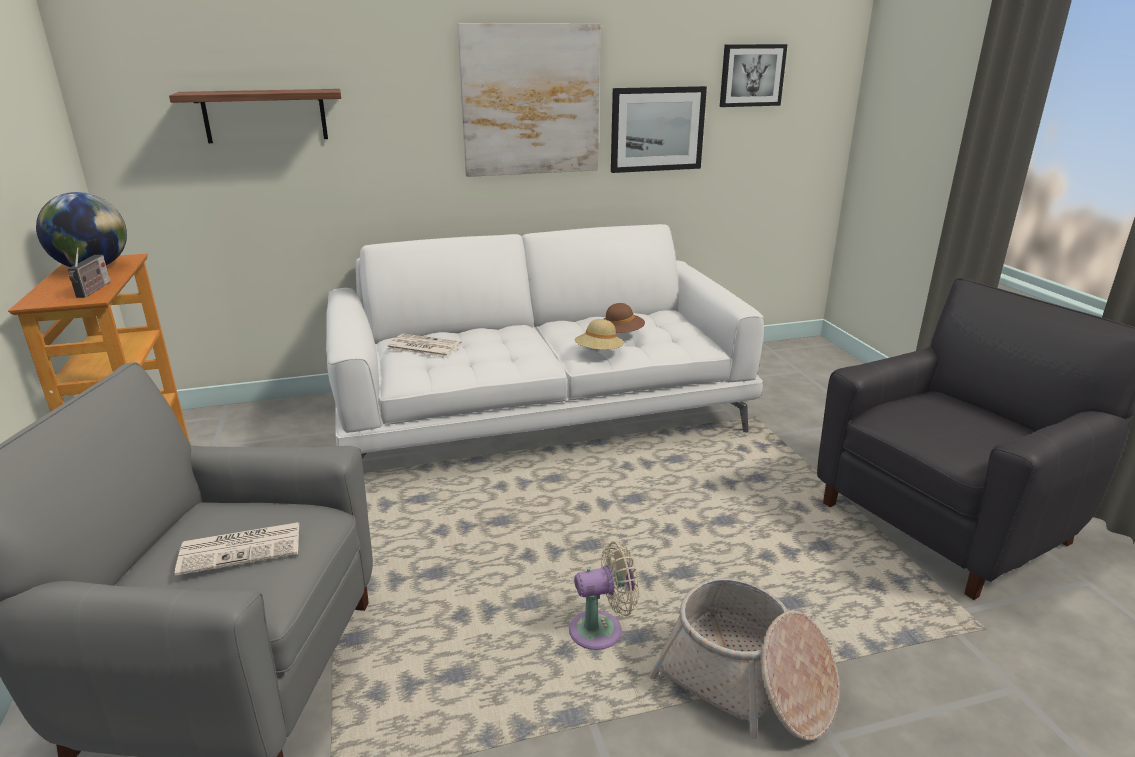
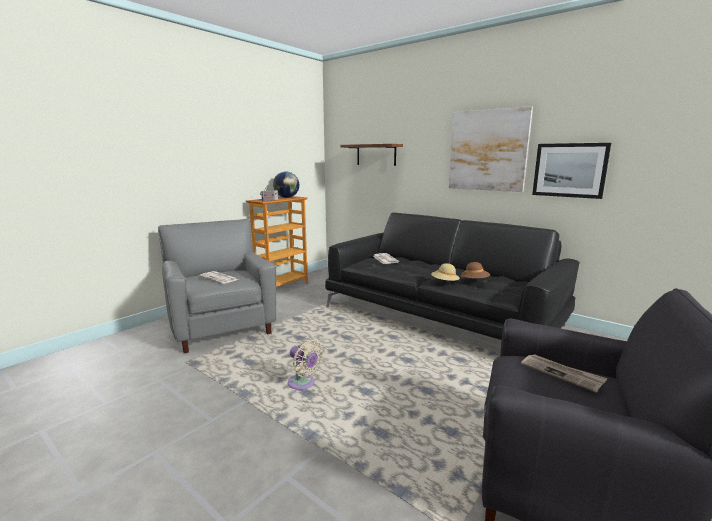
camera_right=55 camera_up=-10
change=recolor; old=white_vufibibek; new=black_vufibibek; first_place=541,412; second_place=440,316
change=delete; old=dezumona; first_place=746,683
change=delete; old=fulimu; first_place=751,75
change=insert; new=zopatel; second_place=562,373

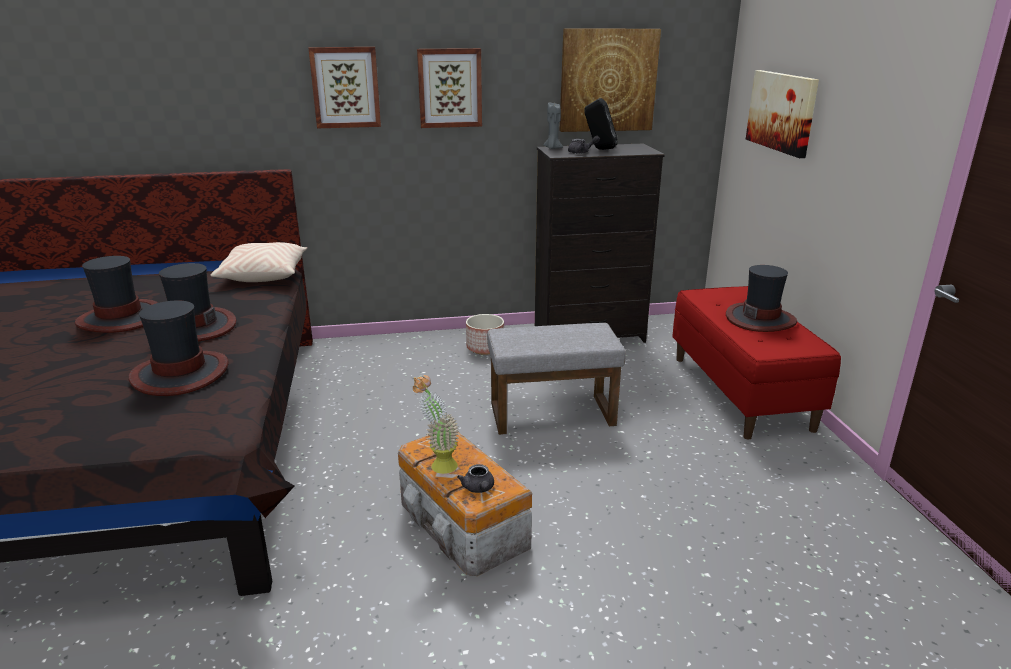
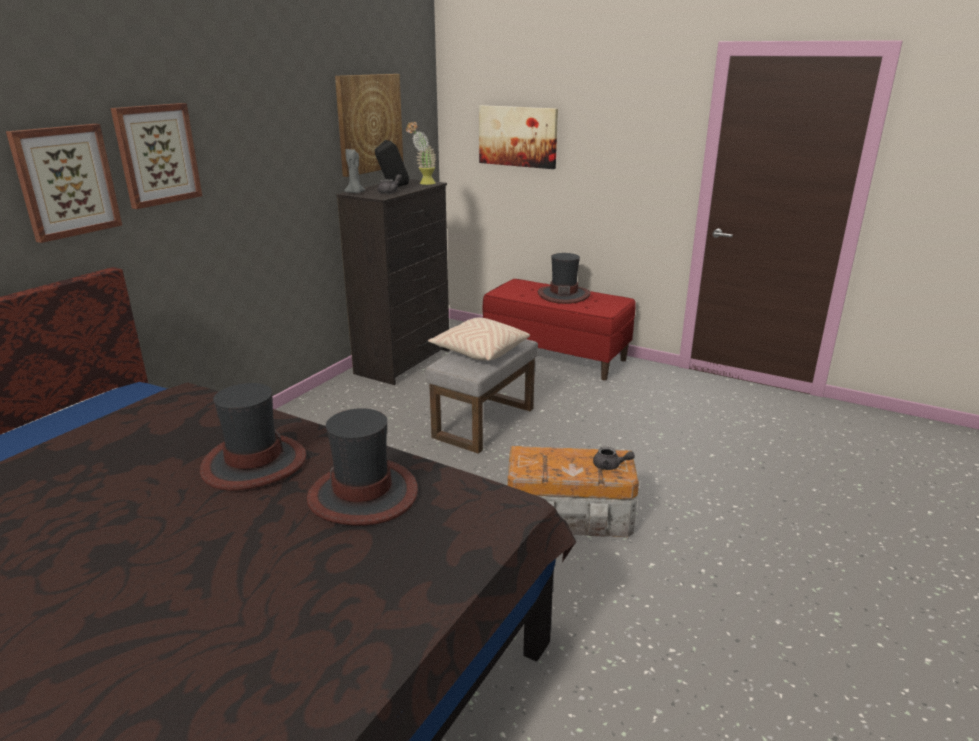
camera_right=-50 camera_up=0
change=delete; old=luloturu; first_place=120,318
change=move; old=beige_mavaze; first_place=263,275; second_place=479,352
change=move; old=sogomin; first_place=438,464; second_place=423,183
change=move; old=fulimu; first_place=450,88; second_place=65,181
change=delete; old=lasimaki; first_place=485,348

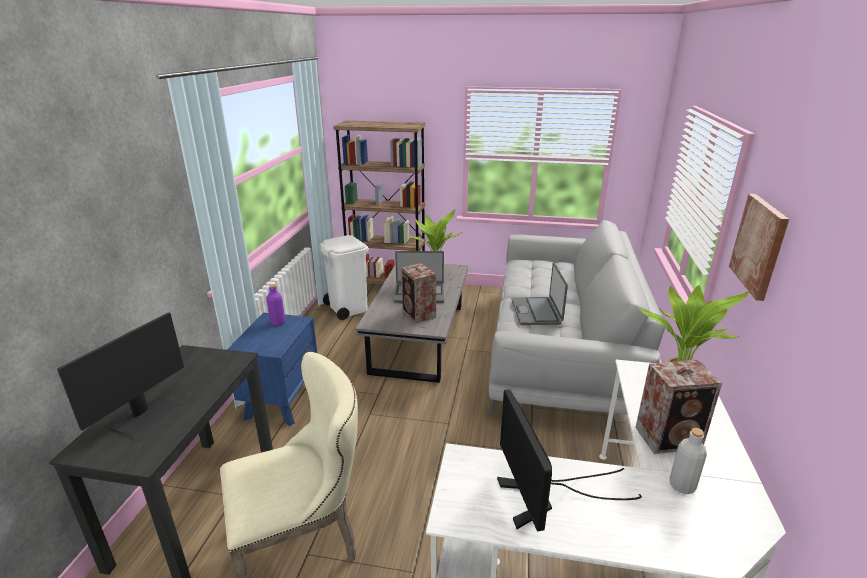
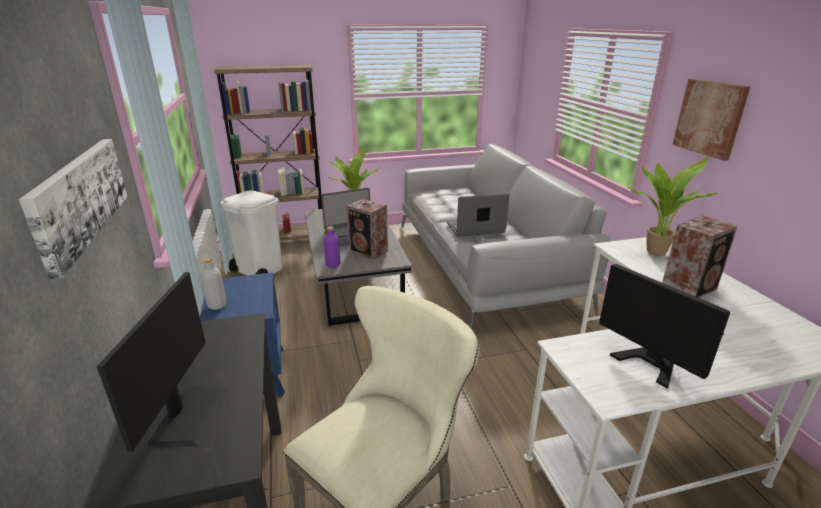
camera_right=-25 camera_up=0
change=move; old=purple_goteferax; first_place=278,322; second_place=333,265
change=rotate; old=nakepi; first_place=536,312; second_place=475,228; degrees=105
change=move; old=grey_goteferax; first_place=682,485; second_place=217,305
change=insert; new=fulimu; second_place=79,198

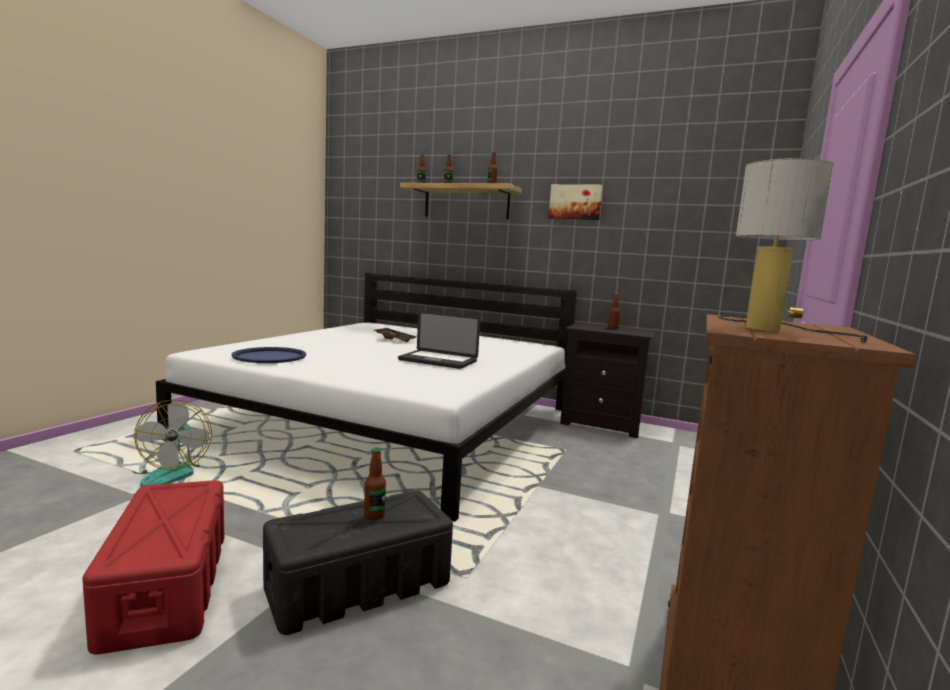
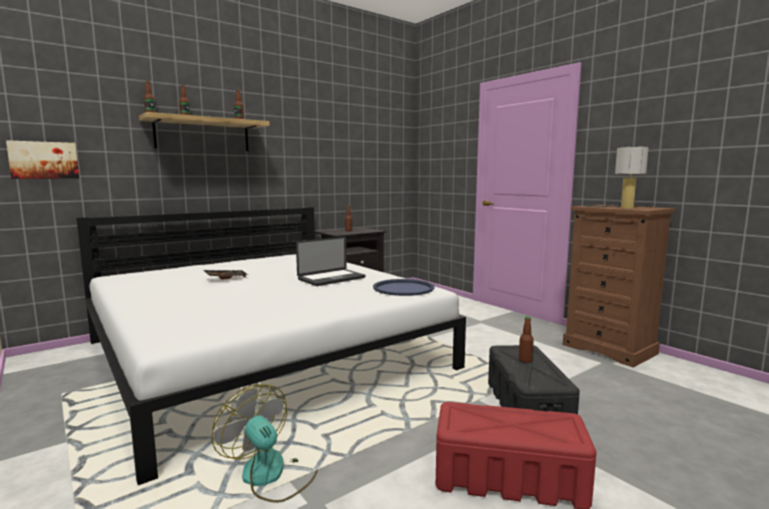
camera_right=-60 camera_up=0
change=rotate; old=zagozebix; first_place=172,473; second_place=271,476; degrees=-150
change=move; old=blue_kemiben; first_place=269,356; second_place=403,288
change=move; old=fulimu; first_place=575,202; second_place=44,160

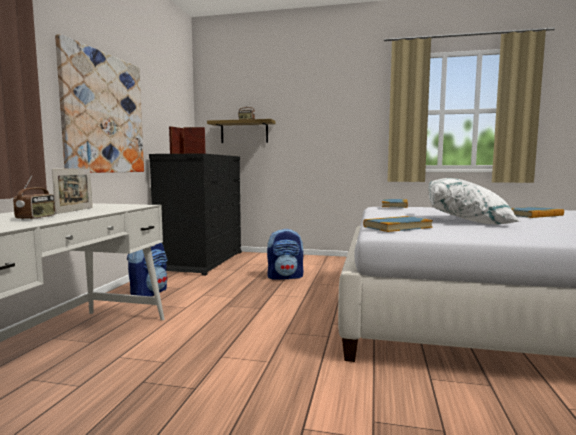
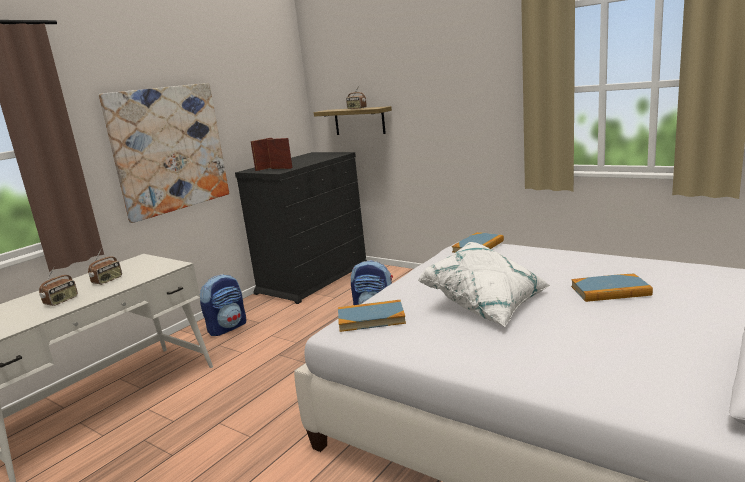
camera_right=25 camera_up=10
change=replace; old=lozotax; new=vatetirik; first_place=75,210; second_place=107,280

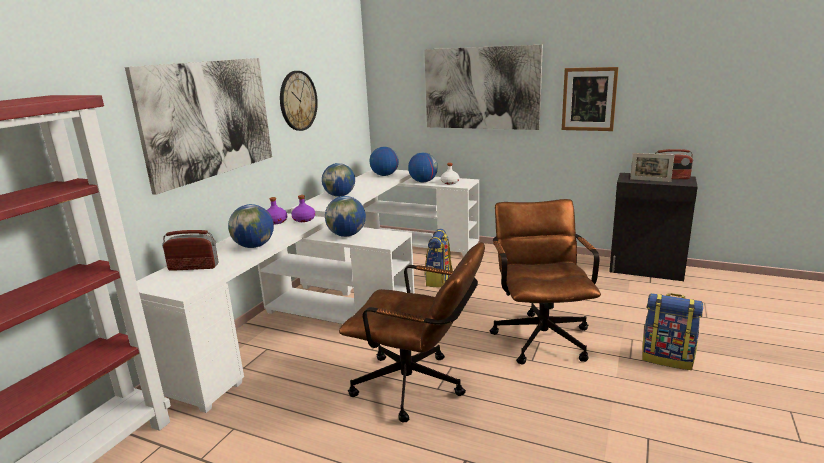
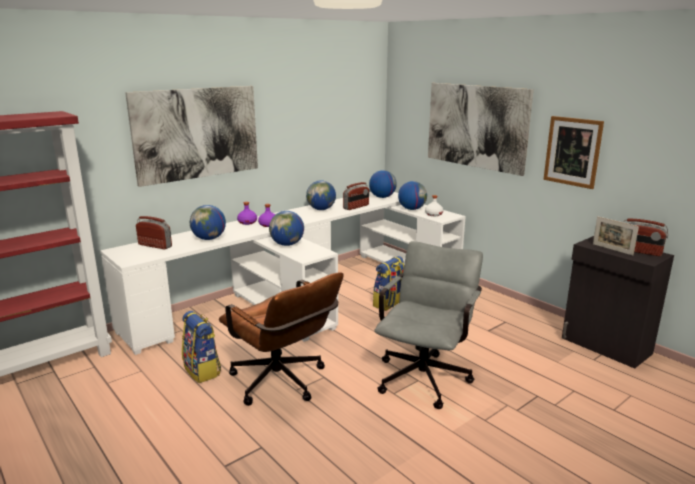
camera_right=25 camera_up=0
change=delete; old=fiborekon; first_place=298,101
change=recolor; old=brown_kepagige; new=grey_kepagige; first_place=540,334; second_place=425,375
change=move; old=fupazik; first_place=667,358; second_place=202,371
change=insert; new=vatetirik; second_place=356,207

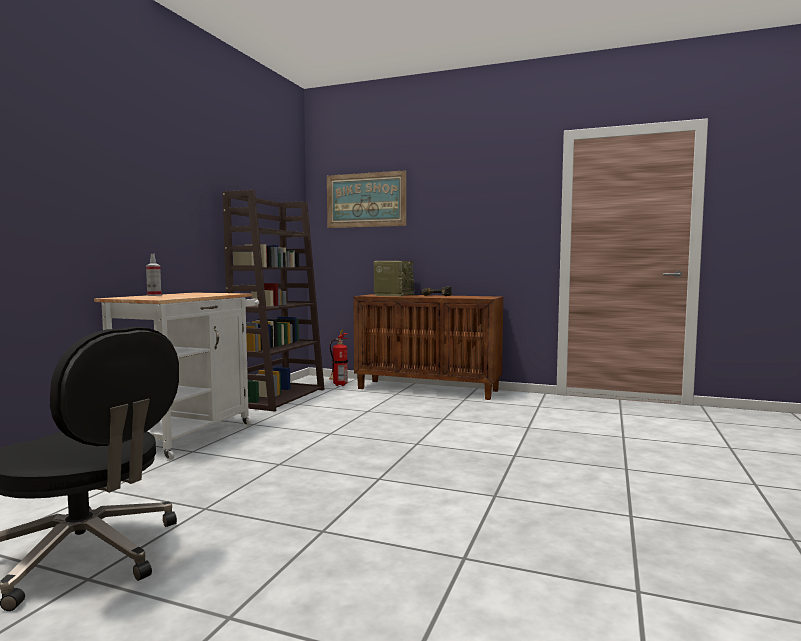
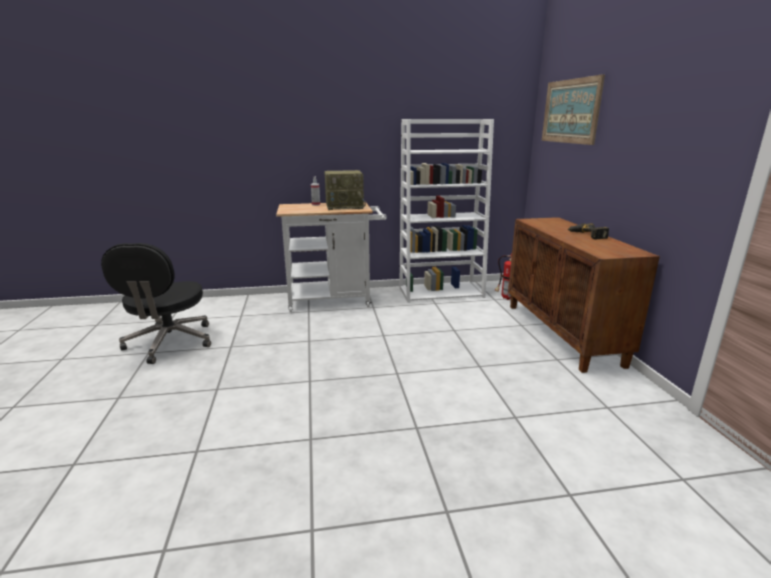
camera_right=60 camera_up=15
change=recolor; old=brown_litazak; new=white_litazak; first_place=279,397; second_place=441,292
change=move; old=vatetirik; first_place=393,295; second_place=345,206

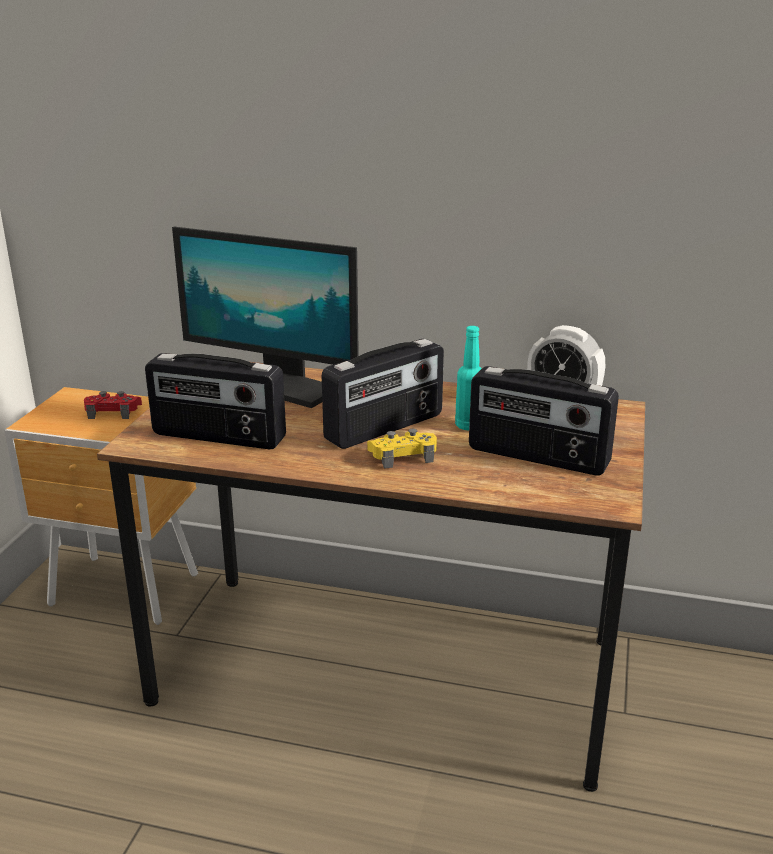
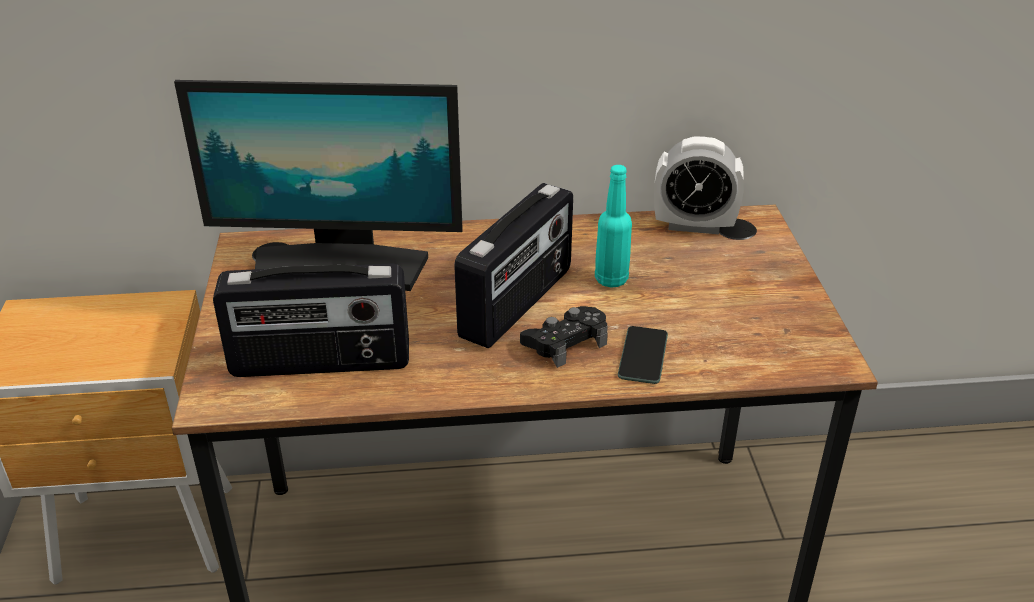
camera_right=-20 camera_up=10
change=delete; old=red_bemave; first_place=113,412
change=recolor; old=yellow_bemave; new=black_bemave; first_place=403,456; second_place=565,342
change=delete; old=vatetirik; first_place=537,457
change=insert; new=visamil; second_place=643,356

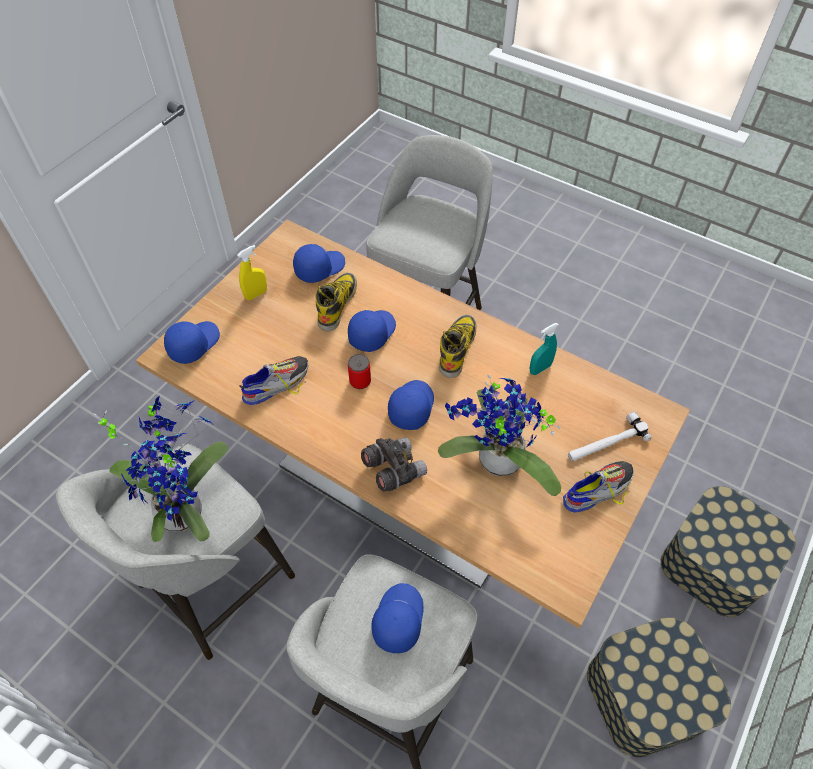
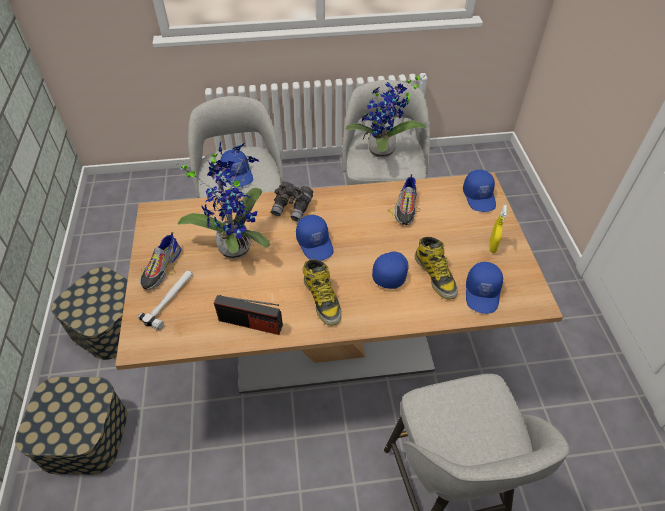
camera_right=140 camera_up=-5
change=rotate; old=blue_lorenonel; first_place=371,332; second_place=390,271; degrees=-150
change=delete; old=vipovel; first_place=360,381
change=replace; old=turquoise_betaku; new=vatetirik; first_place=540,368; second_place=251,323

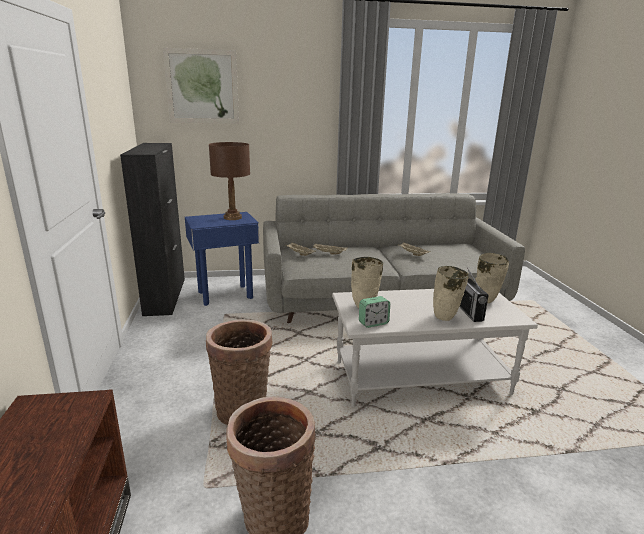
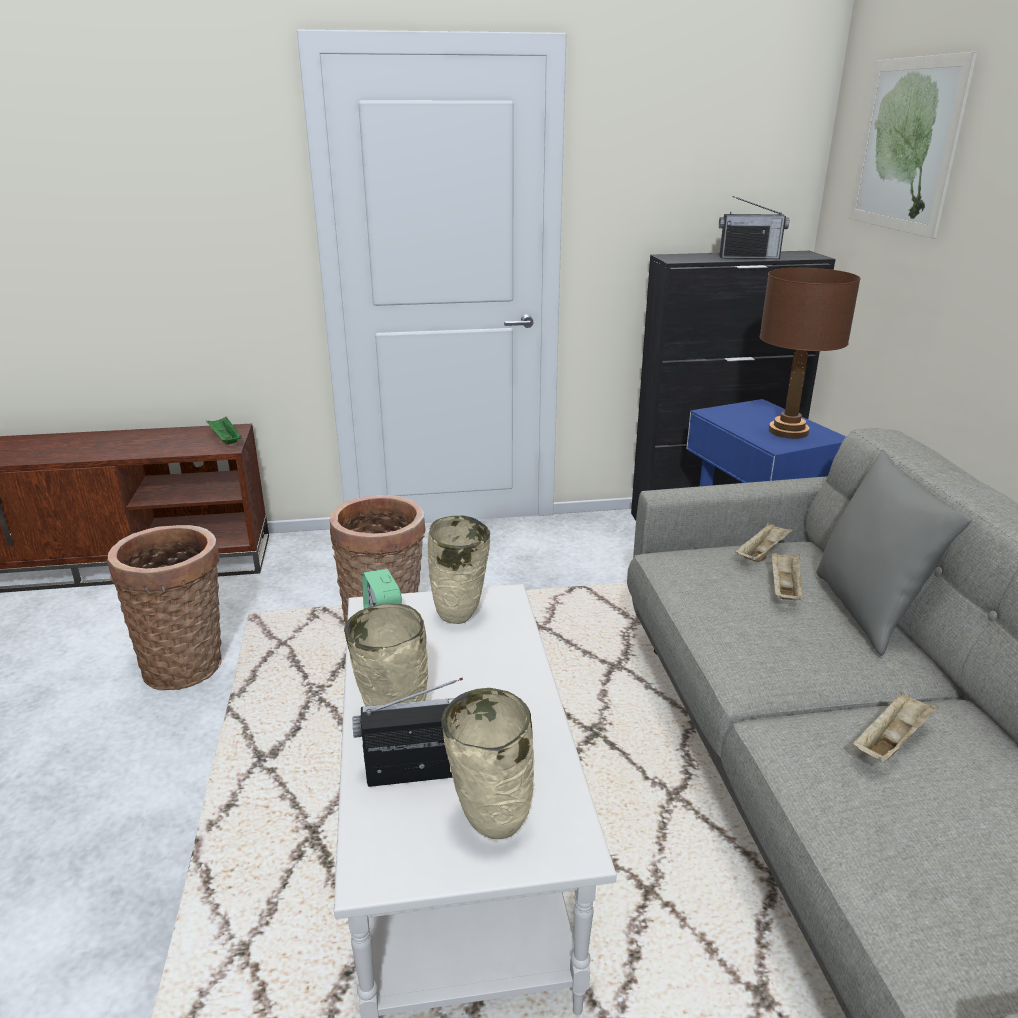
camera_right=90 camera_up=5
change=insert; new=green_kemiben; second_place=225,440
change=insert; new=vatetirik; second_place=749,257
change=insert; new=grey_mavaze; second_place=867,610

